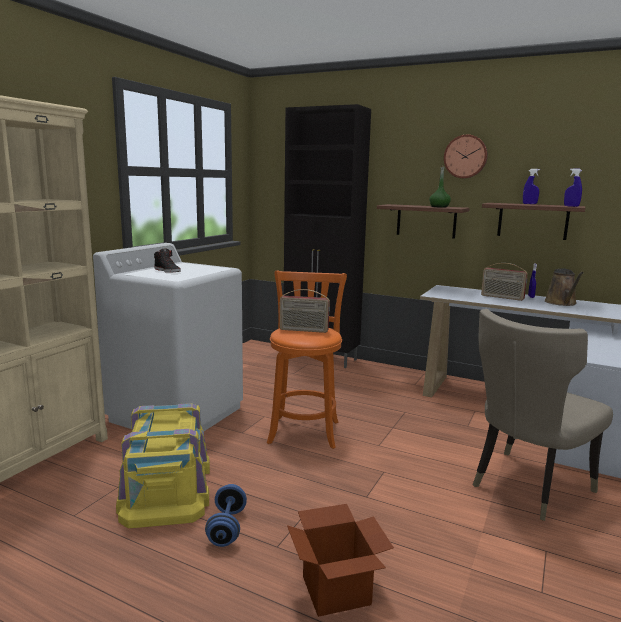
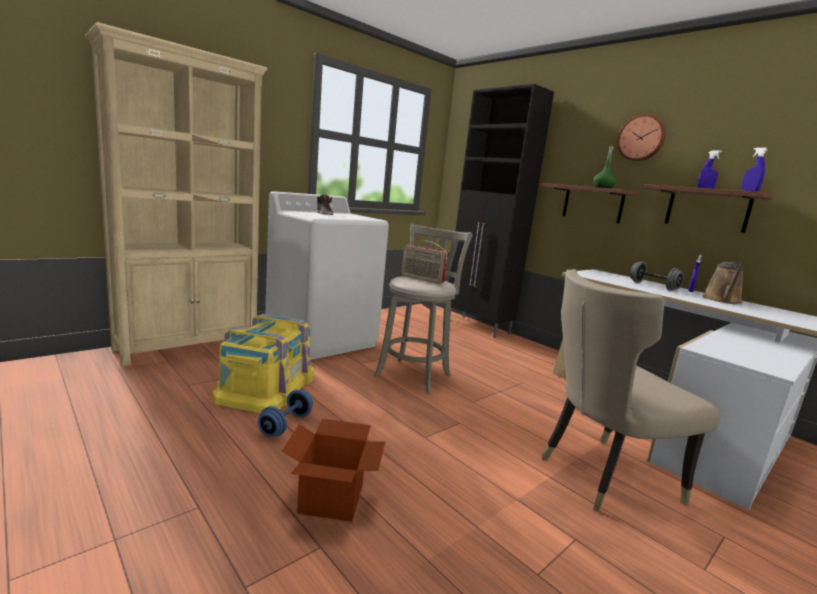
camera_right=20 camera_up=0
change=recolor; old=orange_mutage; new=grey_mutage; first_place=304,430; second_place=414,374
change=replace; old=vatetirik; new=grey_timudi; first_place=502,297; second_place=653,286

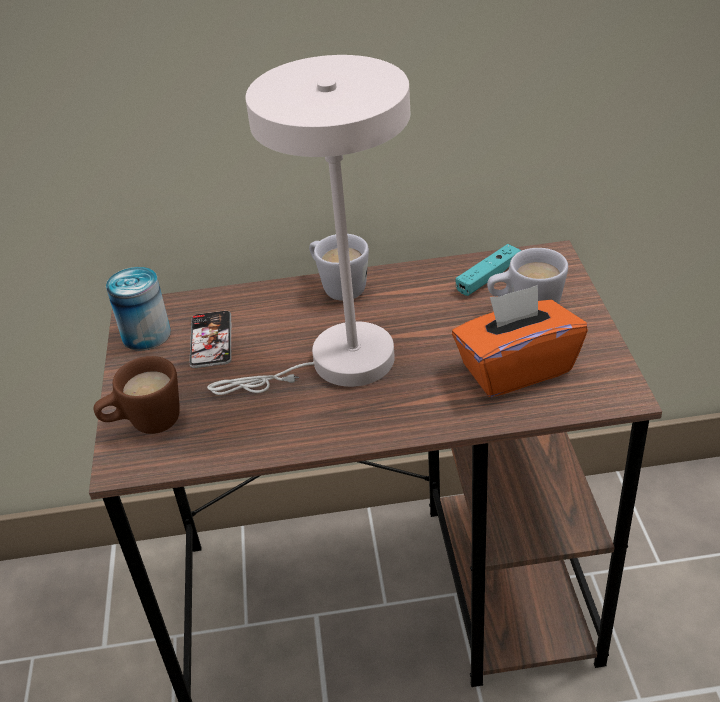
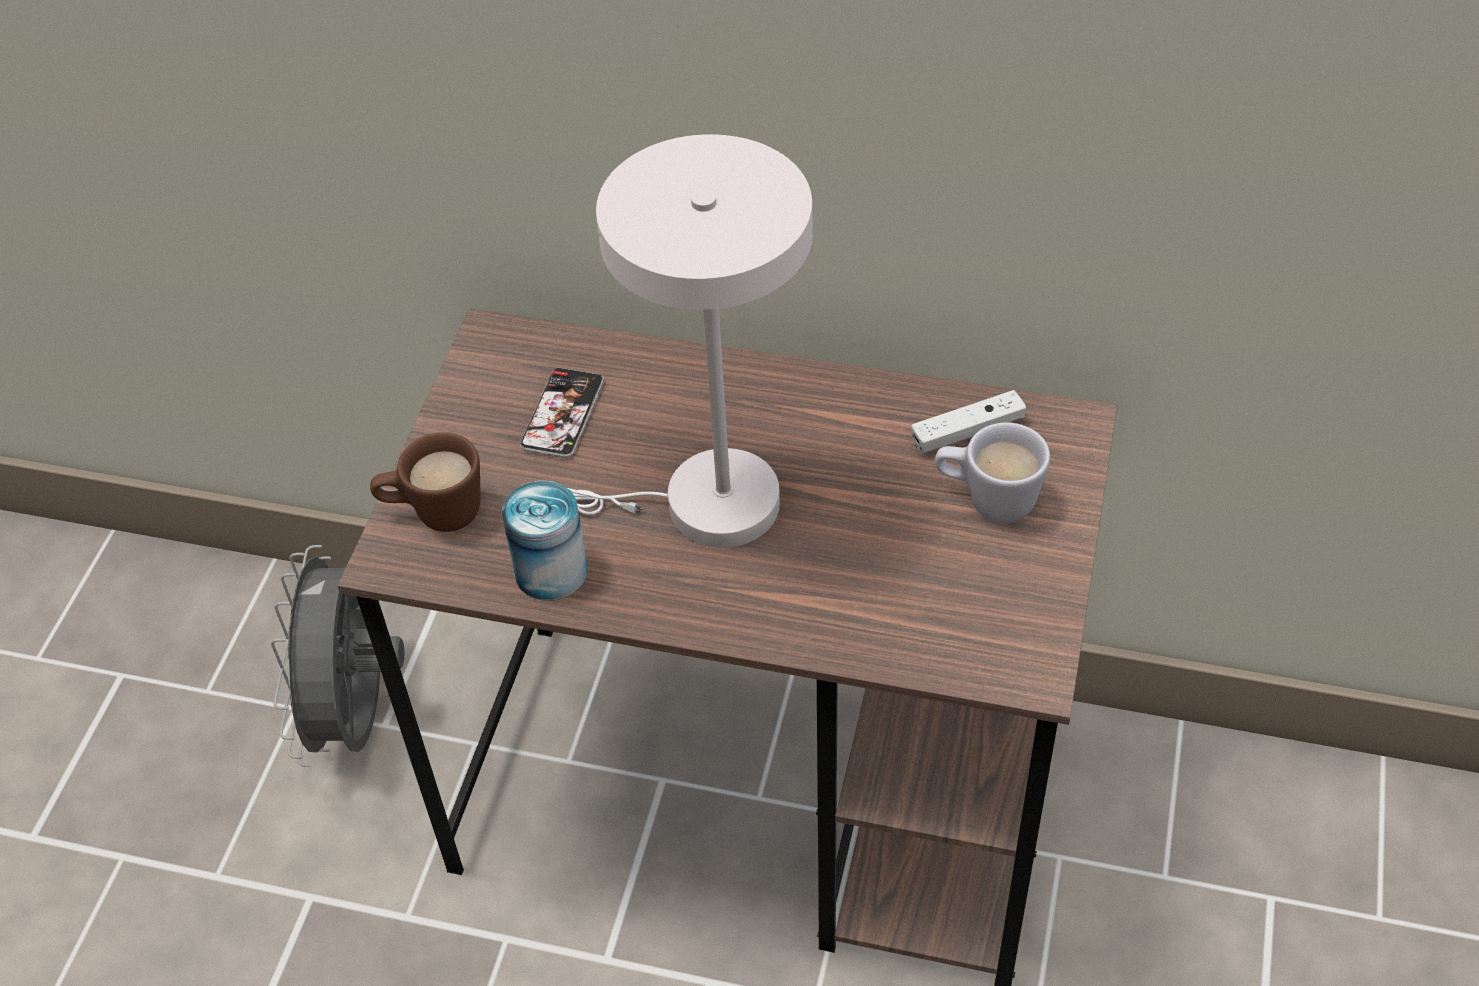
camera_right=20 camera_up=10
change=move; old=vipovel; first_place=146,334; second_place=551,571
change=delete; old=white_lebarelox; first_place=338,286
change=delete; old=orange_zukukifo; first_place=516,368
change=recolor; old=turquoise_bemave; new=white_bemave; first_place=488,277; second_place=967,431
change=insert; new=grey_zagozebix; second_place=359,715

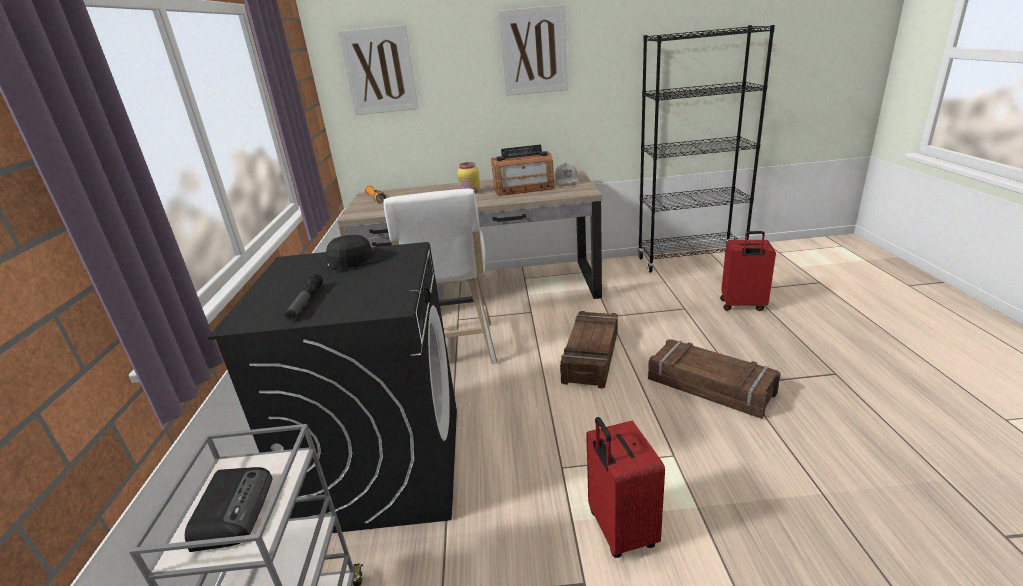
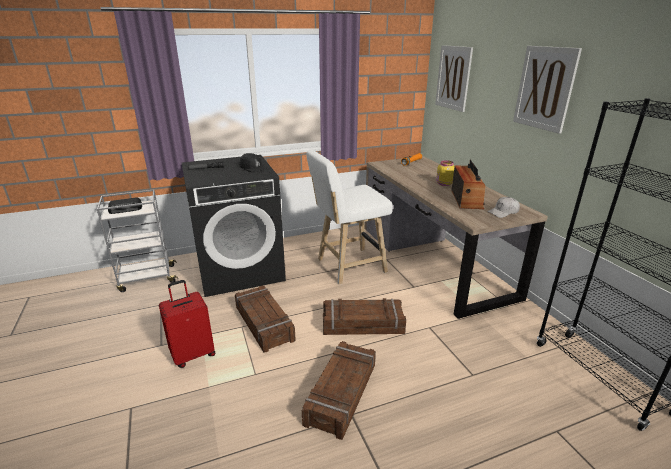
camera_right=70 camera_up=0
change=rotate; old=vatetirik; first_place=523,189; second_place=466,199; degrees=-150
change=delete; old=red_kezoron; first_place=742,305
change=insert; new=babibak; second_place=264,323

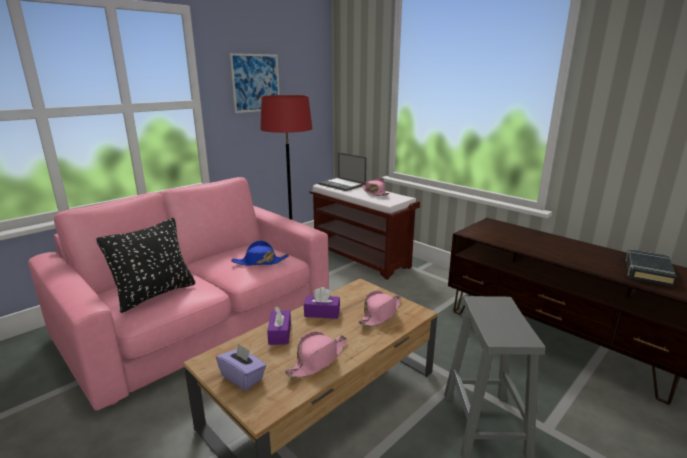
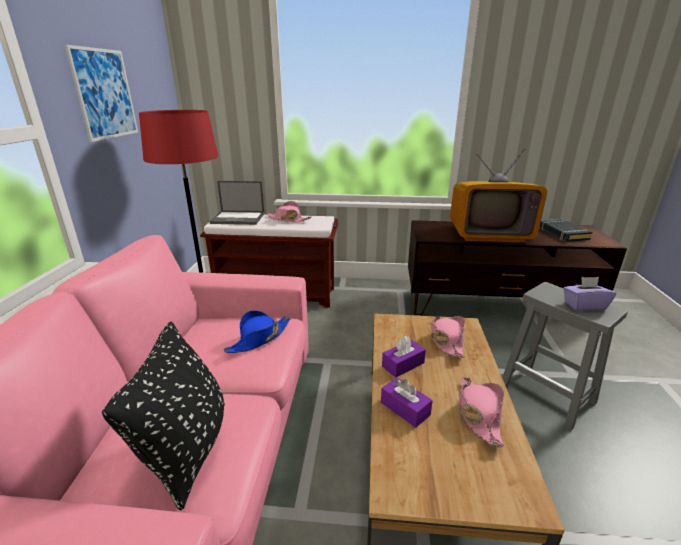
camera_right=-40 camera_up=5
change=move; old=purple_zukukifo; first_place=243,377; second_place=584,305
change=insert; new=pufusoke; second_place=489,234

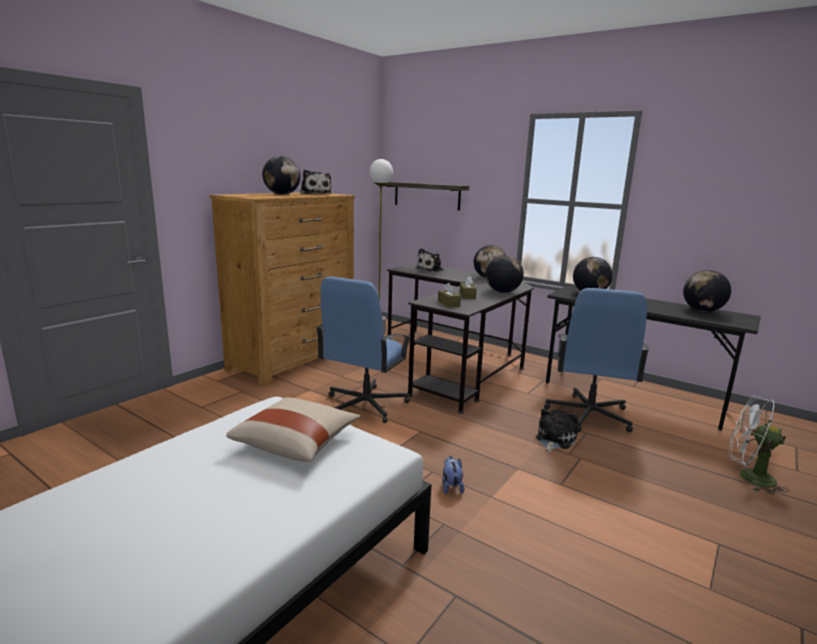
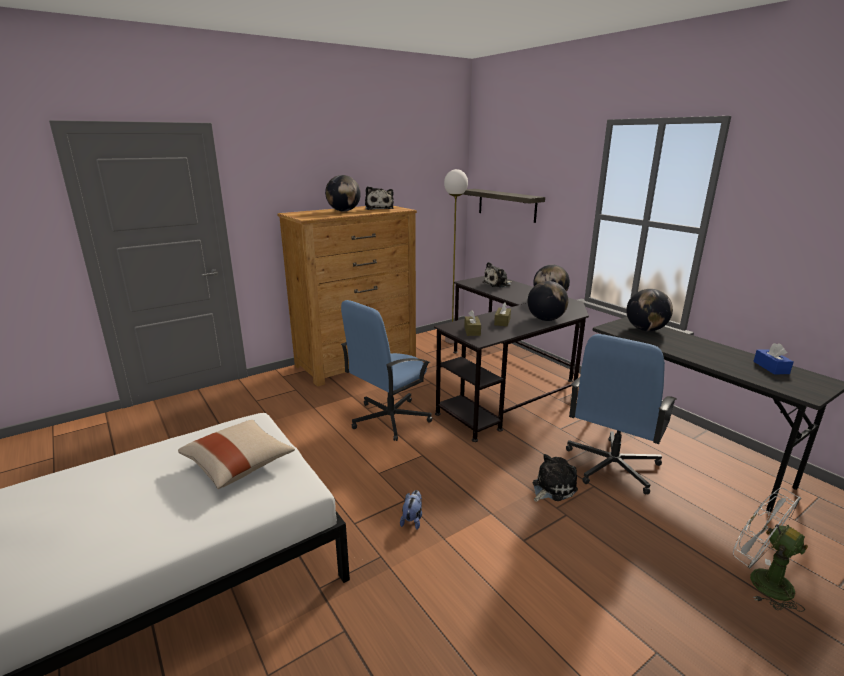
camera_right=20 camera_up=5
change=replace; old=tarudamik; new=blue_zukukifo; first_place=702,311; second_place=771,367

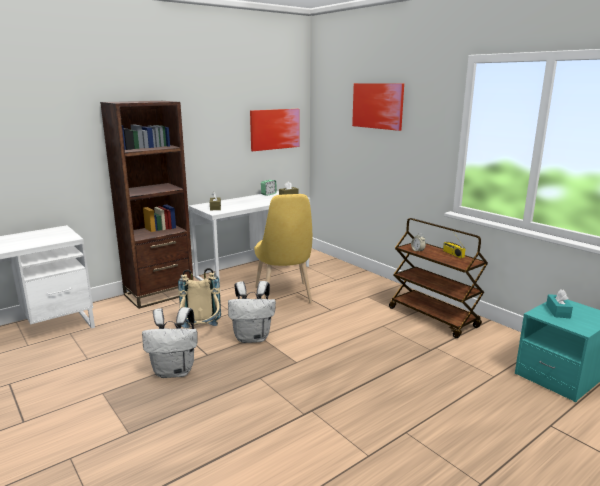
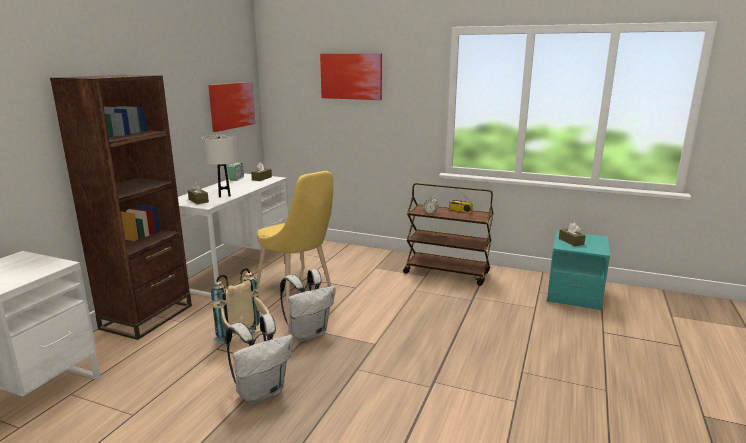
camera_right=-30 camera_up=0
change=recolor; old=turquoise_zukukifo; new=brown_zukukifo; first_place=558,311; second_place=571,241
change=insert; new=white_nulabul; second_place=224,195

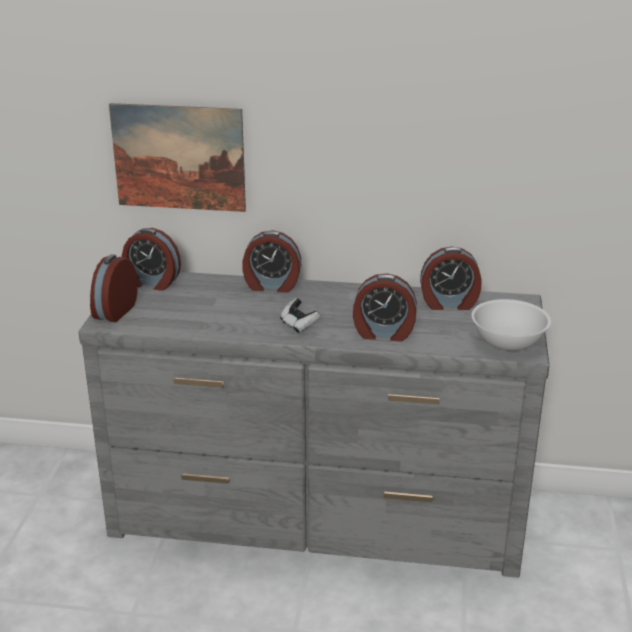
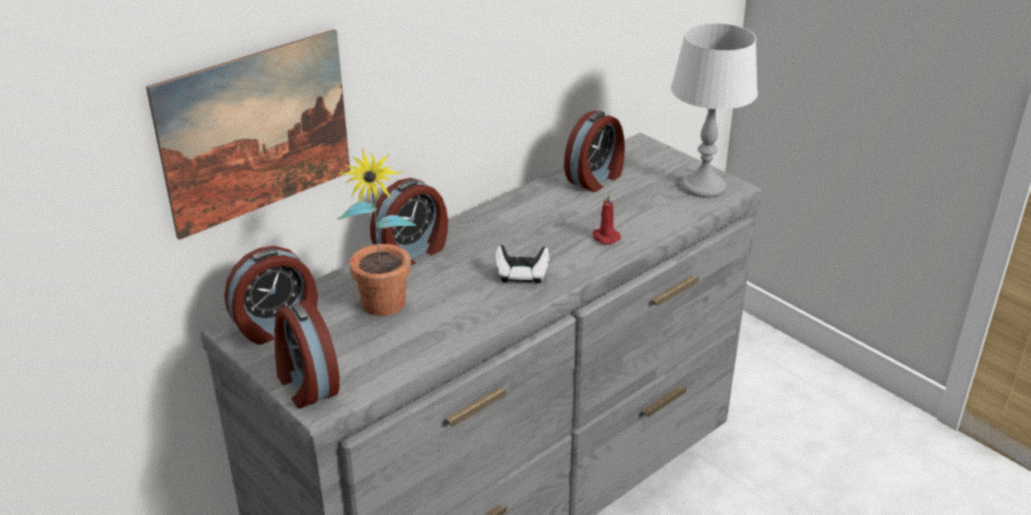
camera_right=-50 camera_up=5
change=replace; old=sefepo; new=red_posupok; first_place=383,333; second_place=605,237
change=replace; old=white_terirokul; new=grey_nulabul; first_place=508,342; second_place=703,187
change=insert; new=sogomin; second_place=382,311

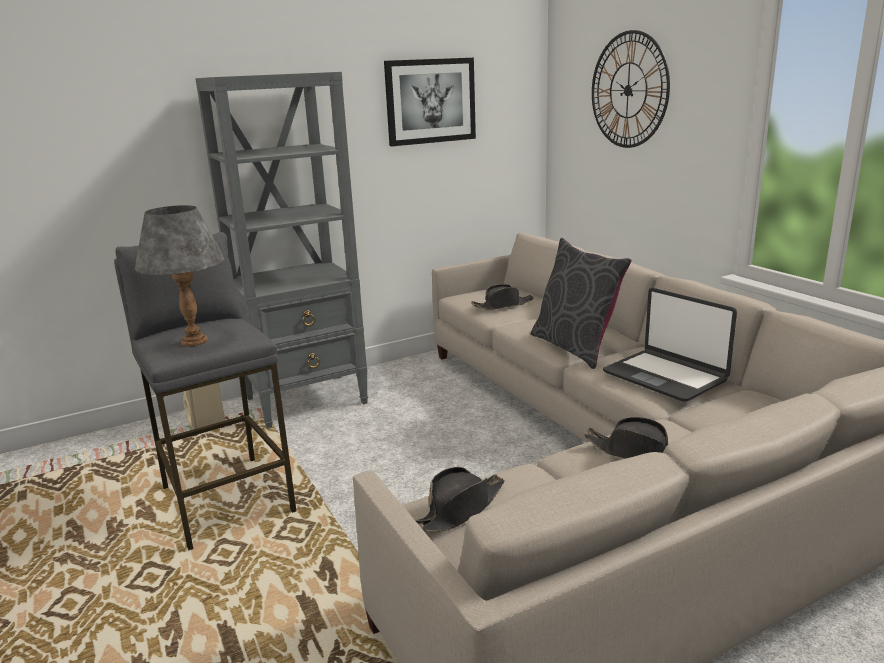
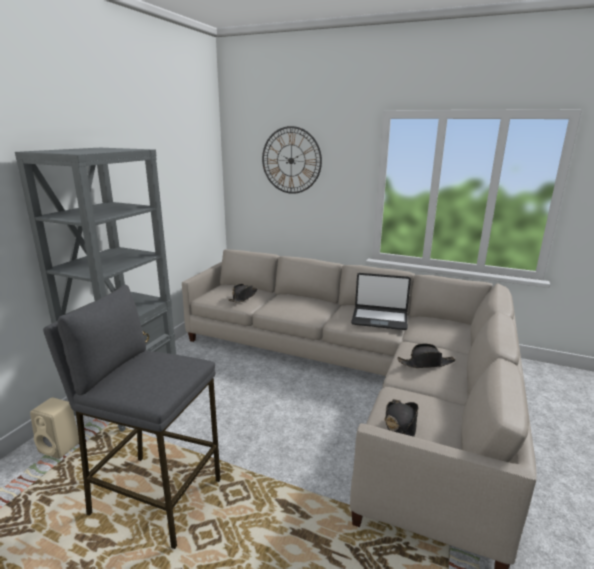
camera_right=-40 camera_up=0
change=delete; old=grey_nulabul; first_place=193,341
change=delete; old=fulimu; first_place=430,101
change=delete; old=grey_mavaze; first_place=575,347

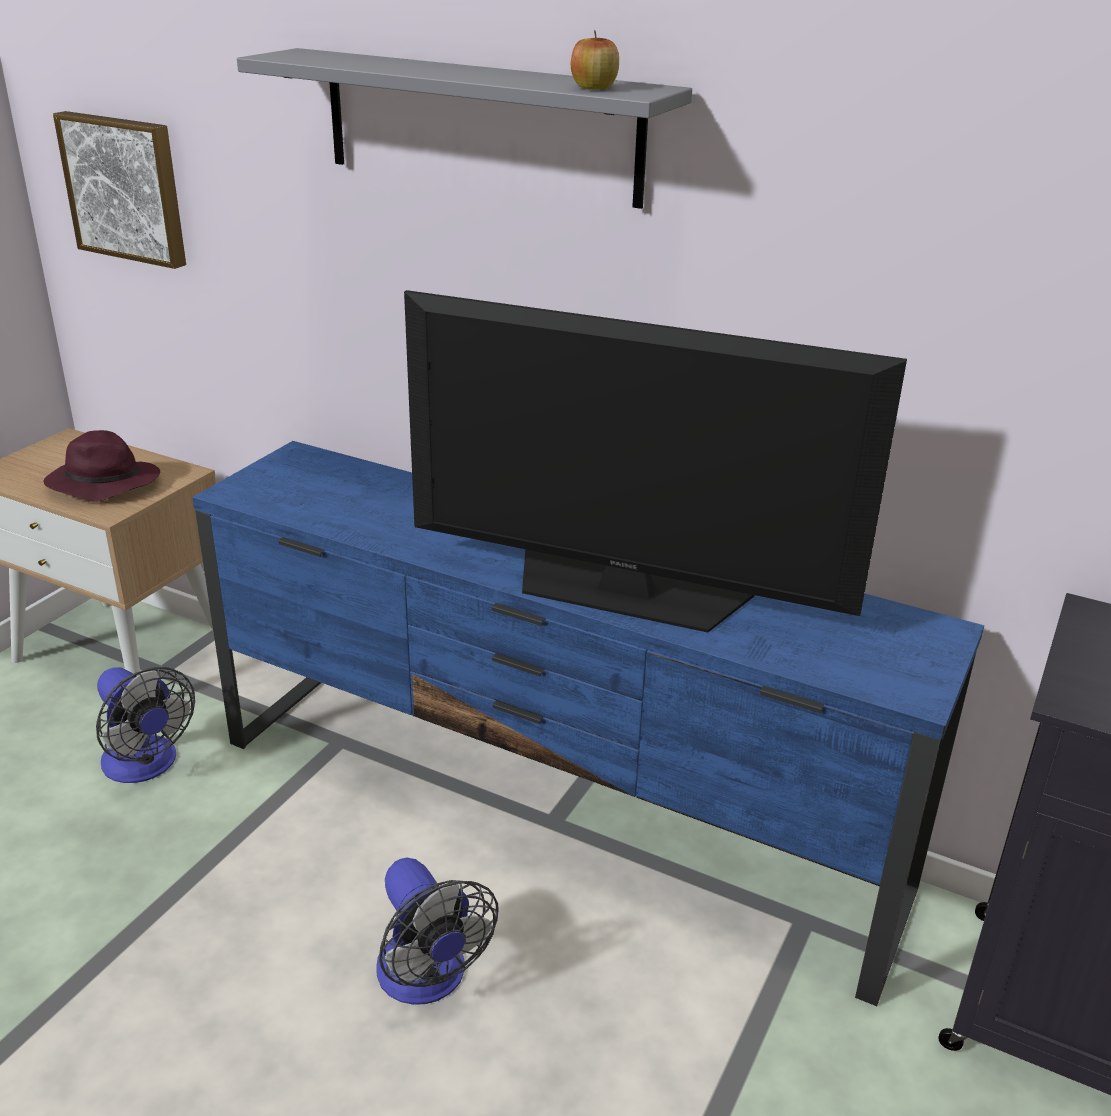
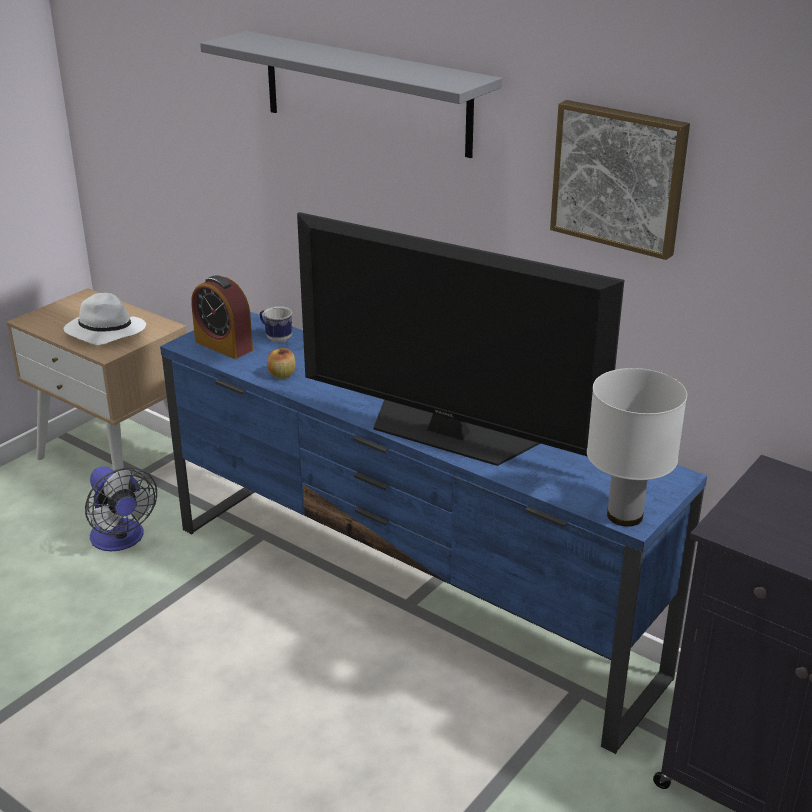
camera_right=10 camera_up=0
change=recolor; old=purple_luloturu; new=white_luloturu; first_place=102,484; second_place=104,332
change=move; old=fulimu; first_place=126,188; second_place=620,177
change=delete; old=zagozebix; first_place=428,980
change=move; old=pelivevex; first_place=594,88; second_place=282,375
change=insert; new=sefepo; second_place=223,345
change=insert; new=lebarelox; second_place=276,338
change=insert; new=white_nulabul; second_place=624,515

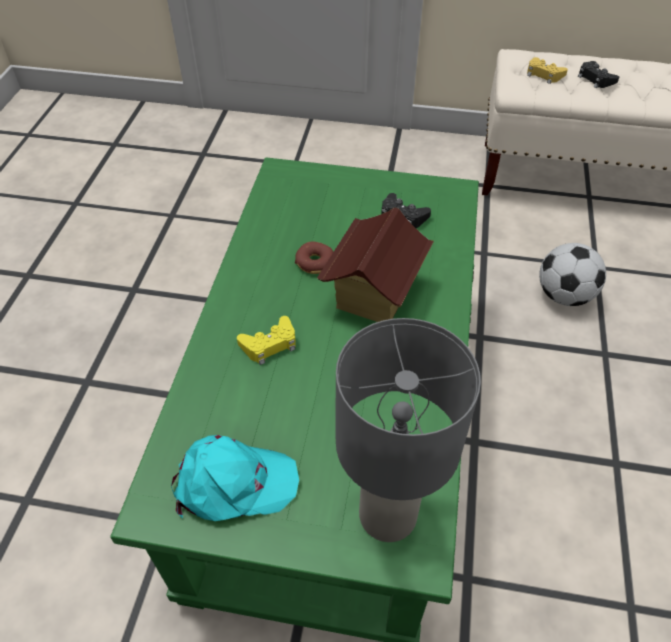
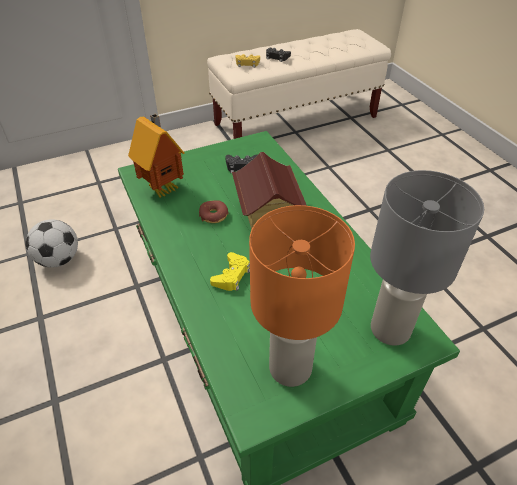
camera_right=-35 camera_up=-5
change=replace; old=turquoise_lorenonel; new=orange_nulabul; first_place=233,484; second_place=289,368
change=move; old=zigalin; first_place=564,295; second_place=59,259
change=insert; new=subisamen; second_place=164,188

